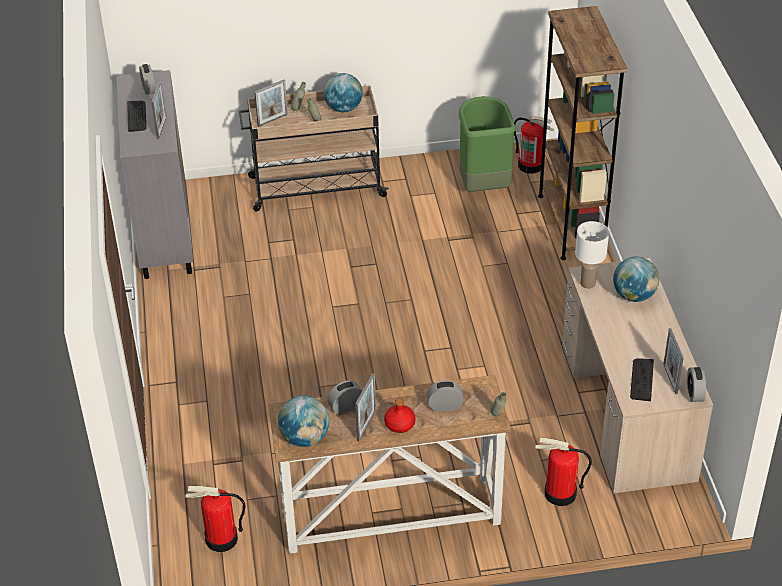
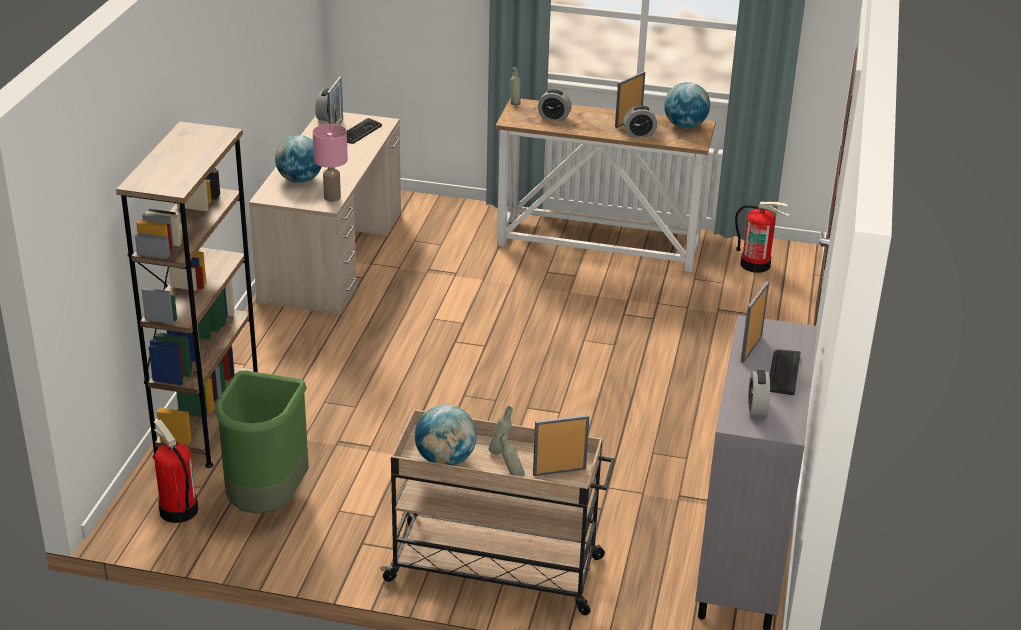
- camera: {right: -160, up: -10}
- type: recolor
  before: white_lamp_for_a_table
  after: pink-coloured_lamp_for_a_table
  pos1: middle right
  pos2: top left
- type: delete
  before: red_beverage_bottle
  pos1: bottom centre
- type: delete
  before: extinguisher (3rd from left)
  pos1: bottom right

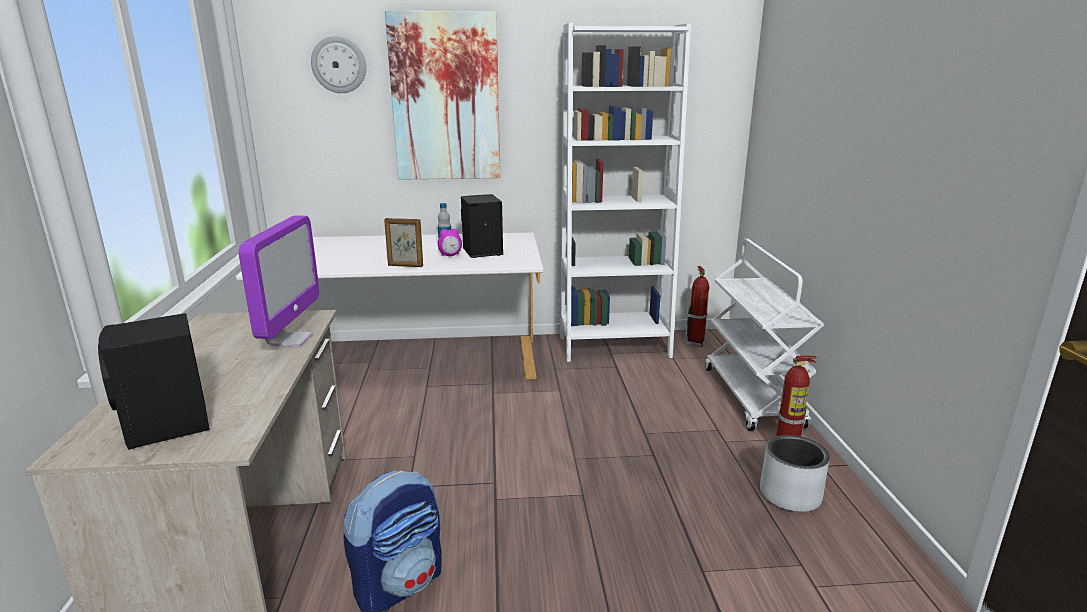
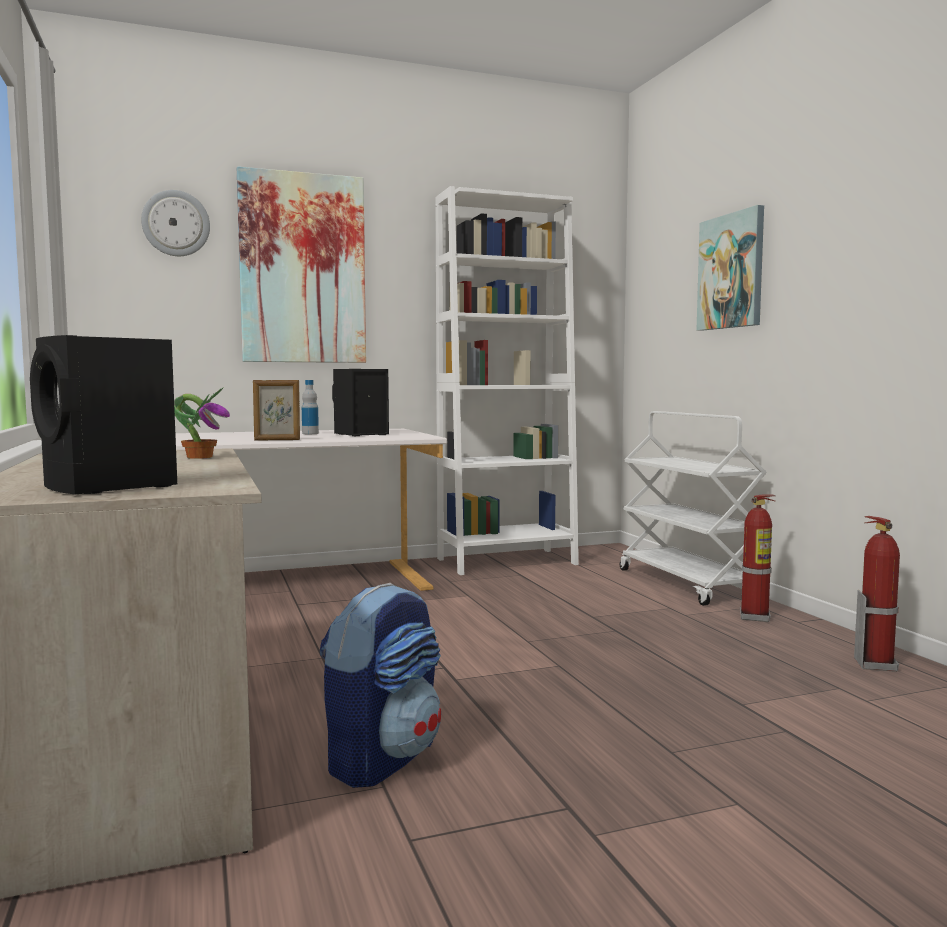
- camera: {right: -15, up: -15}
- type: replace
  before: computer_display
  after: potted_plant
  pos1: middle left
  pos2: middle left
- type: insert
  after: picture (2nd from left)
  pos2: top right
- type: move
  before: extinguisher (1st from left in the first image)
  after: extinguisher (2nd from left)
  pos1: centre
  pos2: middle right
- type: delete
  before: bedside_clock
  pos1: centre
- type: delete
  before: gray_flower_pot
  pos1: bottom right

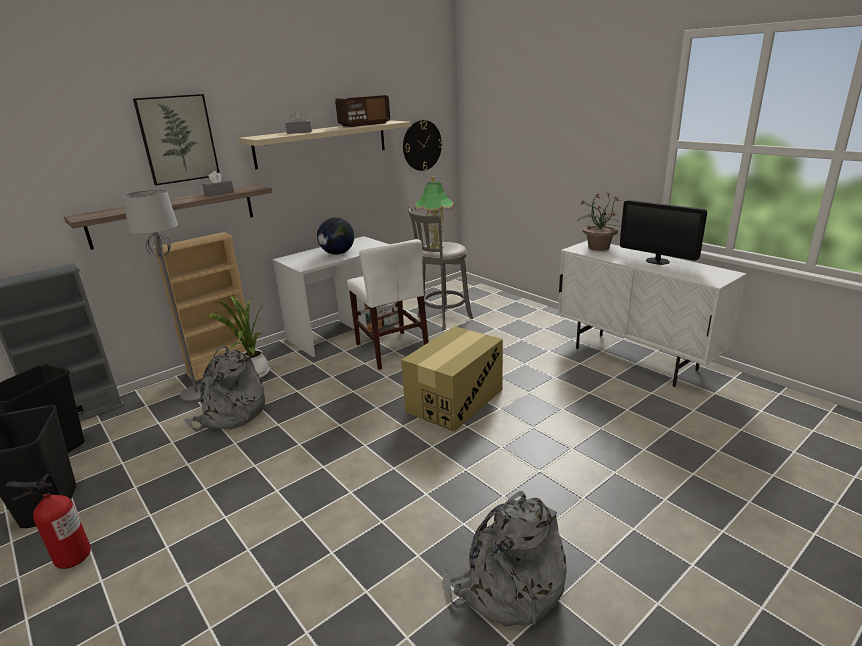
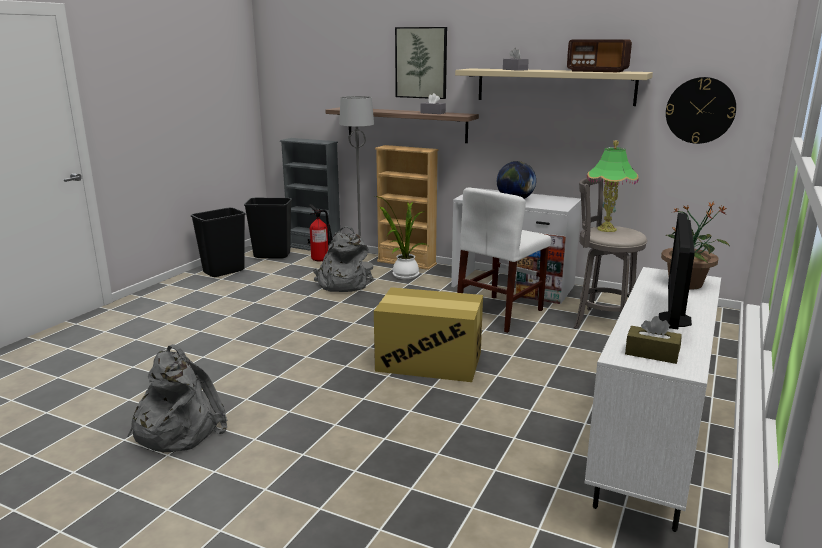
- camera: {right: 65, up: -5}
- type: move
  before: extinguisher
  pos1: bottom left
  pos2: centre
- type: insert
  after: brown-coloured_tissue_box
  pos2: middle right

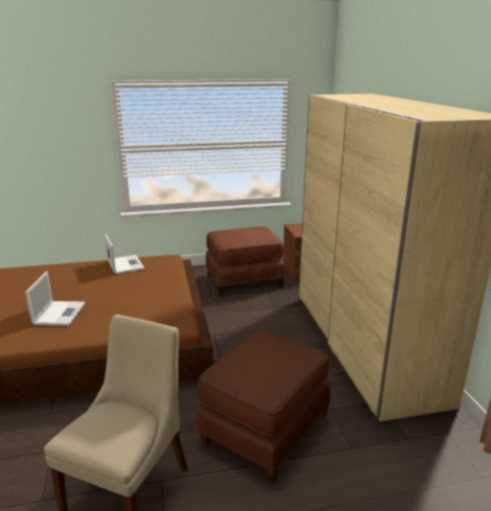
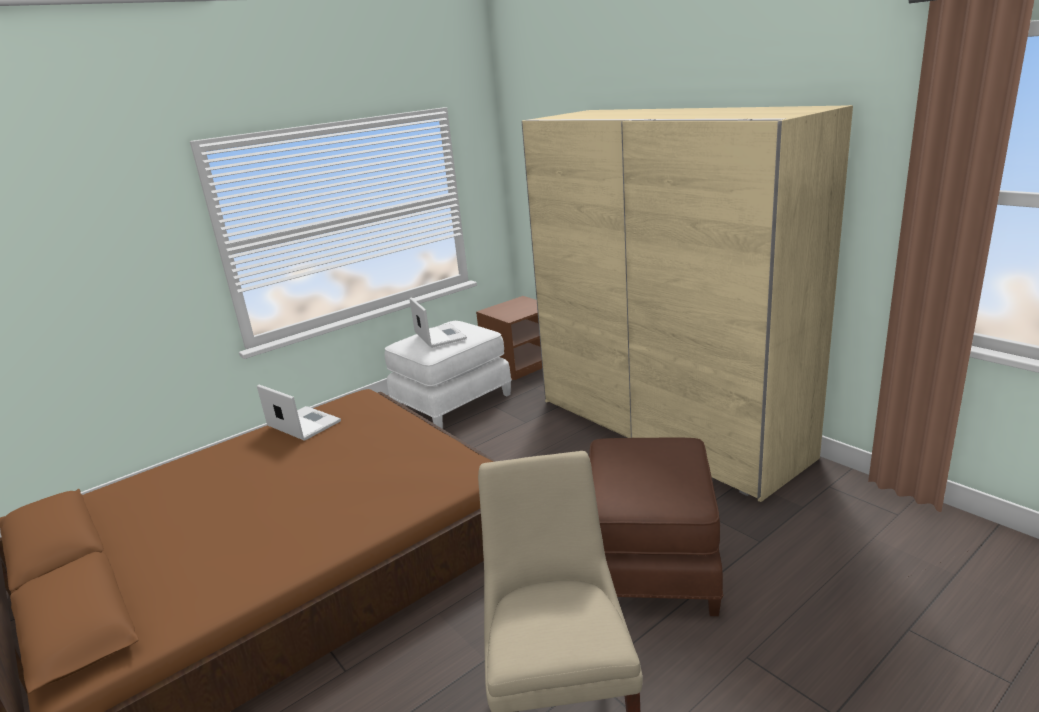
- camera: {right: -25, up: 0}
- type: recolor
  before: brown-coloured_pouffe (1st from left)
  after: white_pouffe
  pos1: centre
  pos2: centre
- type: move
  before: notebook_computer (1st from left in the first image)
  after: notebook_computer (2nd from left)
  pos1: middle left
  pos2: centre

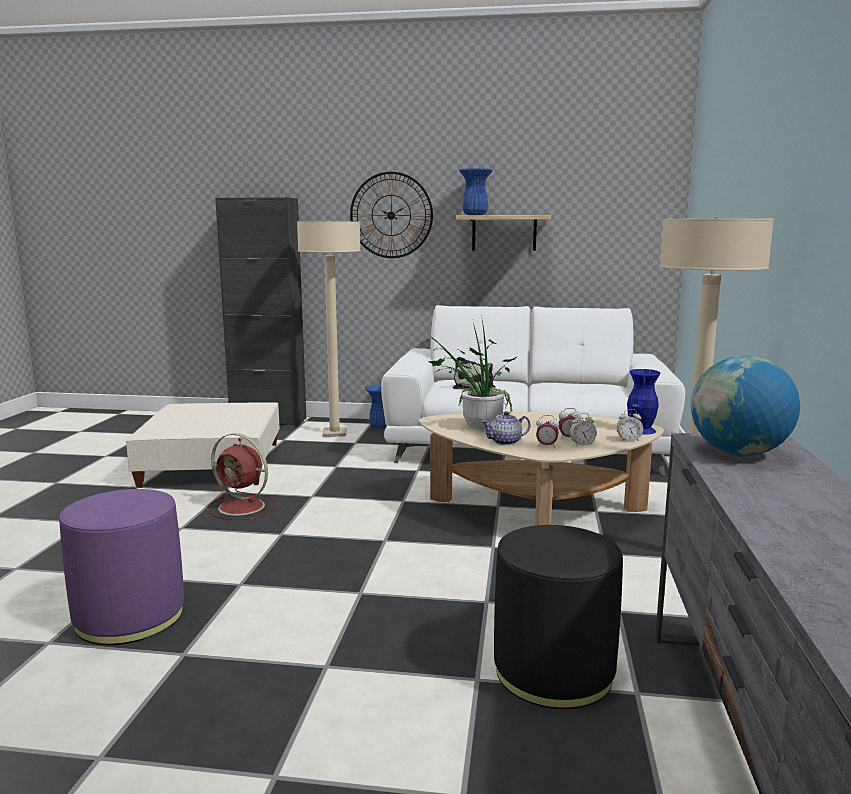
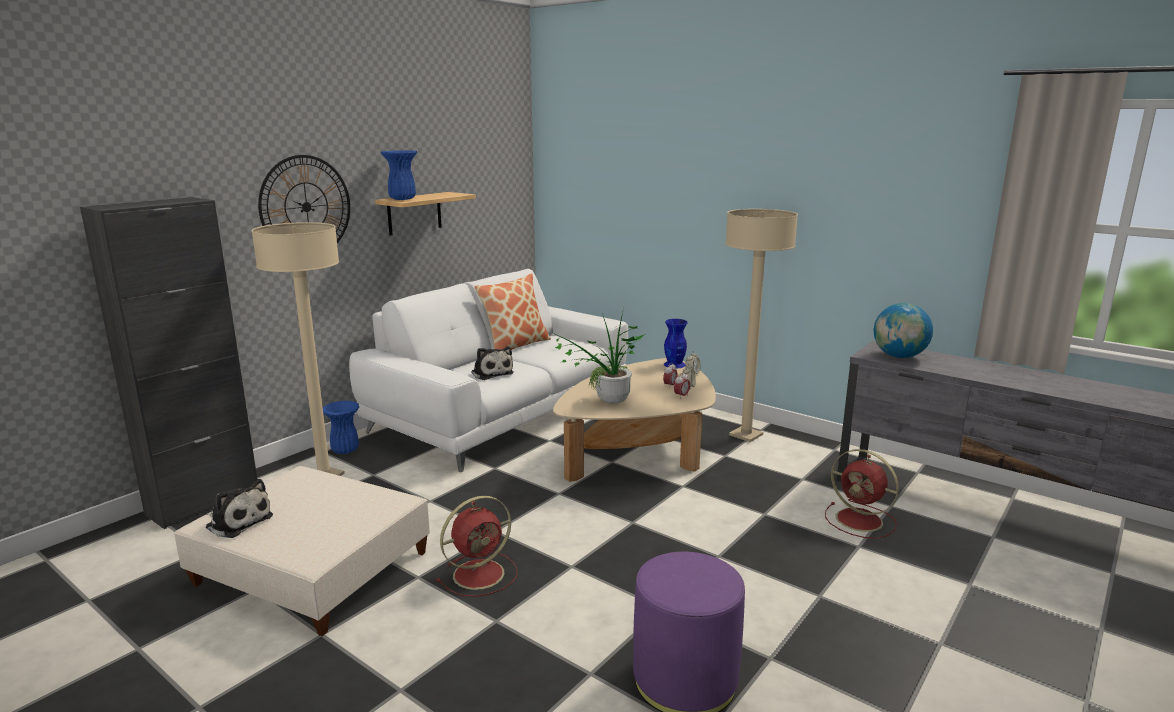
- camera: {right: -60, up: 5}
- type: insert
  after: cuddly_toy (1st from left)
  pos2: bottom left
- type: insert
  after: throw_pillow
  pos2: centre
- type: replace
  before: black-coloured_pouffe
  after: red_fan (2nd from left)
  pos1: bottom centre
  pos2: bottom right
- type: delete
  before: teapot
  pos1: centre

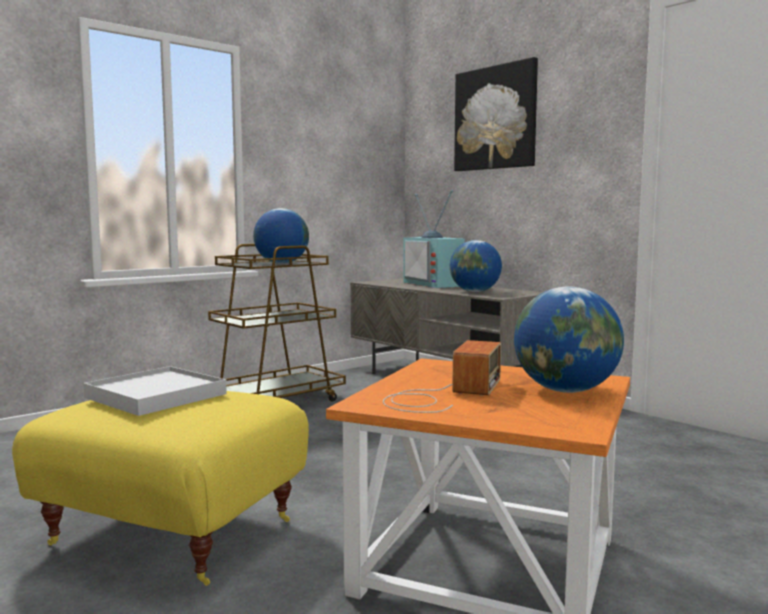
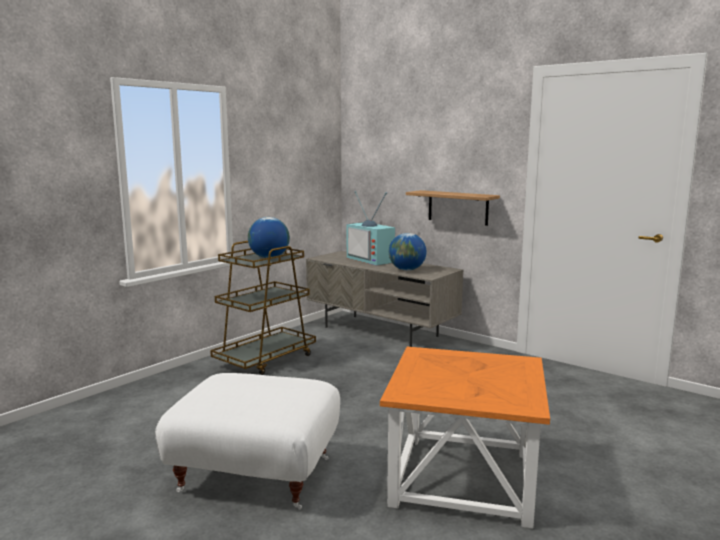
- camera: {right: -10, up: 5}
- type: recolor
  before: yellowish_pouffe
  after: white_pouffe
  pos1: bottom left
  pos2: bottom centre
- type: insert
  after: shelf
  pos2: centre
- type: delete
  before: white_carrying_tray
  pos1: middle left
- type: delete
  before: radio_set
  pos1: centre
- type: delete
  before: picture
  pos1: top centre
- type: delete
  before: desk_globe (3rd from left)
  pos1: middle right

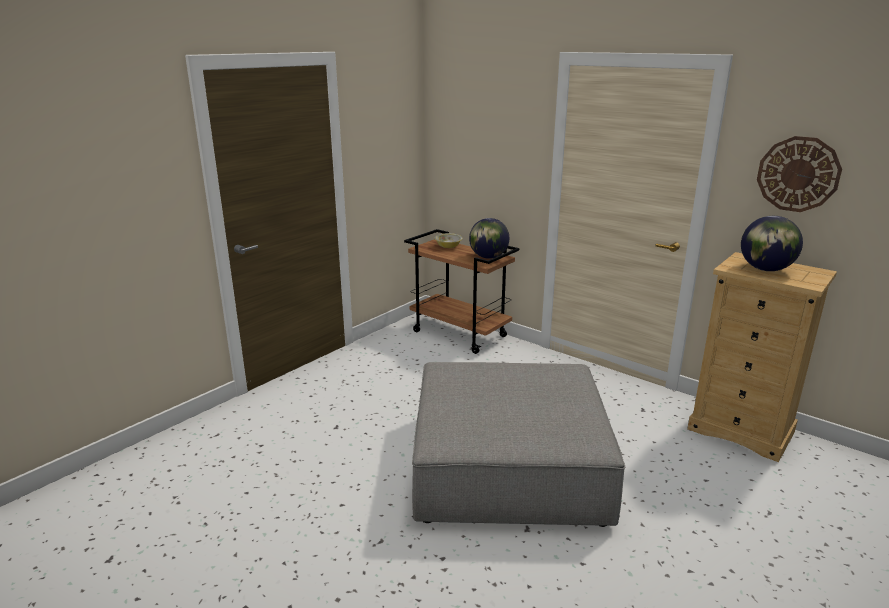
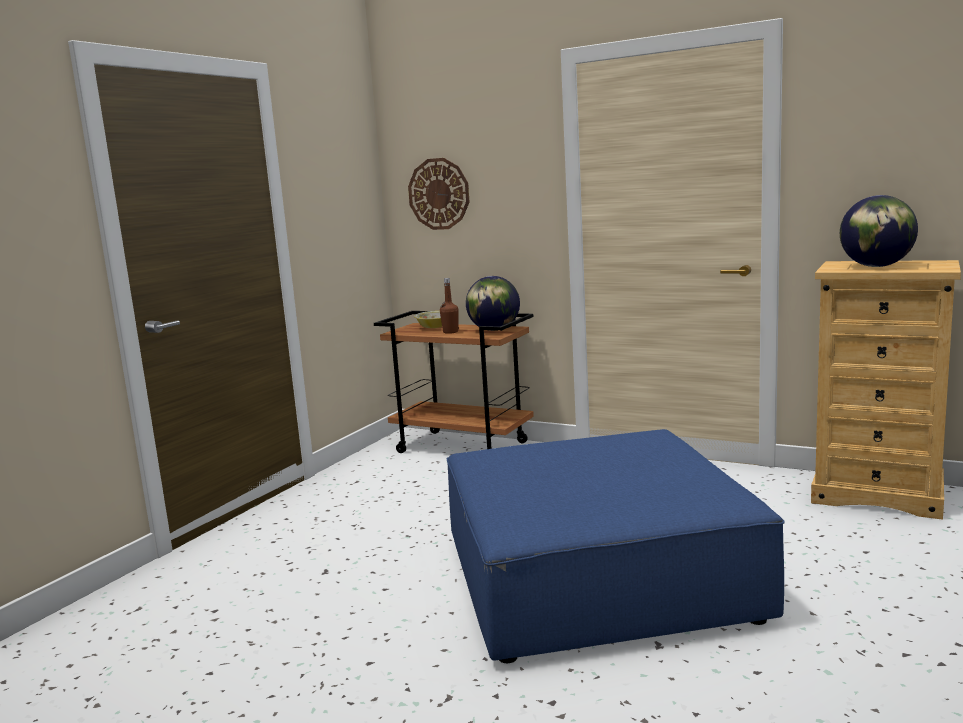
- camera: {right: -10, up: -10}
- type: move
  before: wall_clock
  pos1: top right
  pos2: top centre
- type: insert
  after: brown-coloured_beverage_bottle
  pos2: centre
- type: recolor
  before: gray_pouffe
  after: blue_pouffe
  pos1: bottom centre
  pos2: bottom centre

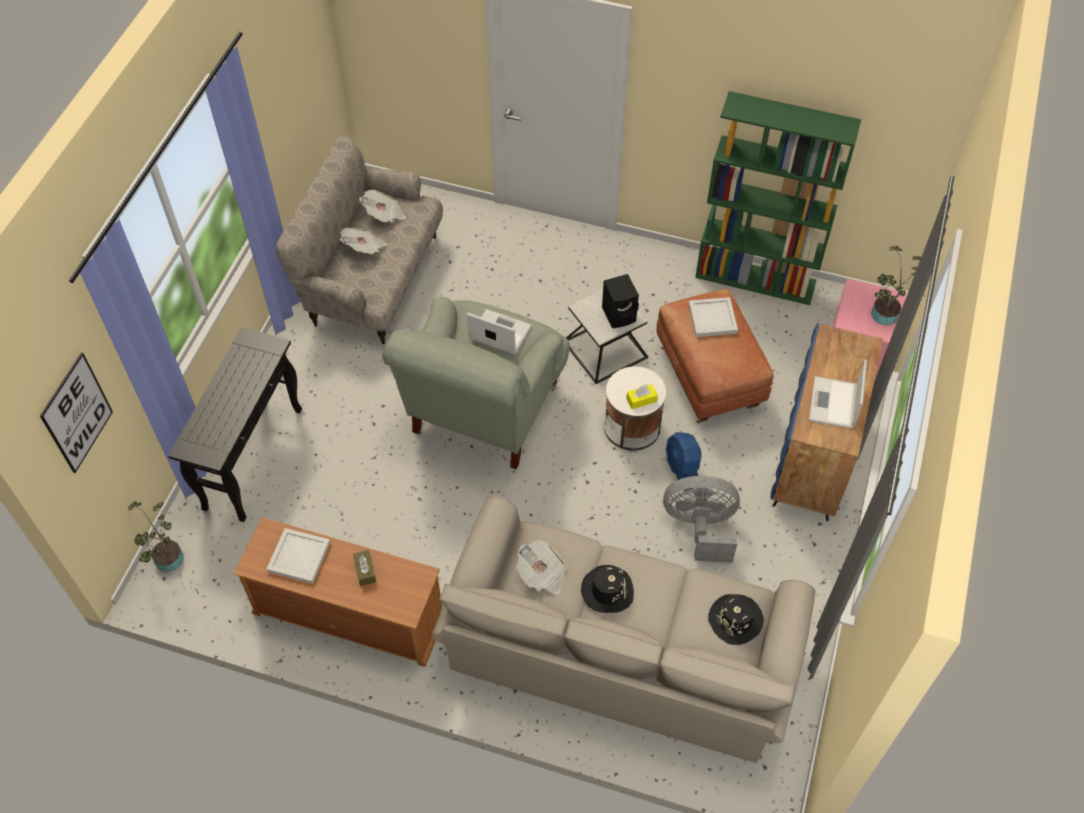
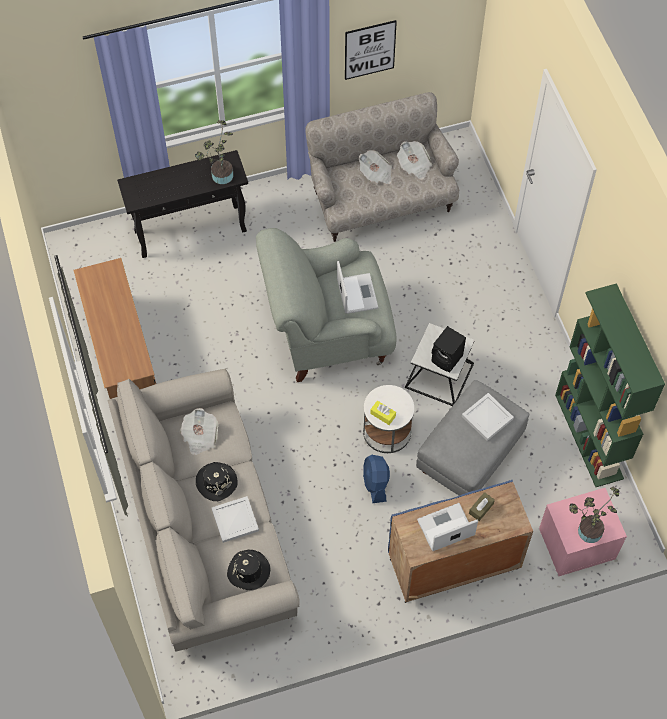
- camera: {right: 55, up: 5}
- type: move
  before: potted_plant (1st from left)
  pos1: middle left
  pos2: top left
- type: move
  before: white_carrying_tray (1st from left)
  pos1: bottom left
  pos2: bottom centre
- type: move
  before: picture
  pos1: middle left
  pos2: top centre
- type: rotate
  before: blue_fan
  pos1: centre
  pos2: centre
  turn: -45
- type: recolor
  before: brown-coloured_pouffe
  after: gray_pouffe
  pos1: centre
  pos2: middle right
- type: move
  before: brown-coloured_tissue_box
  pos1: bottom centre
  pos2: bottom right
- type: delete
  before: gray_fan
  pos1: centre

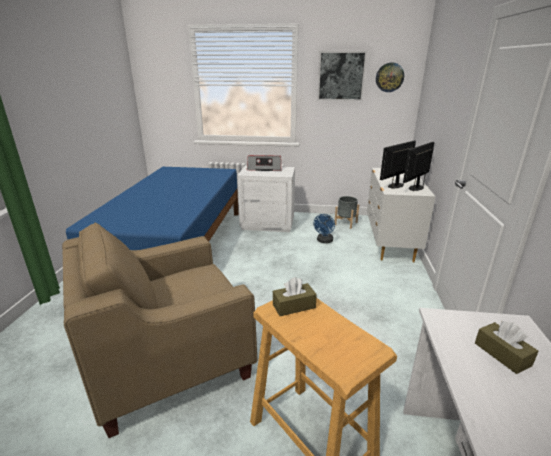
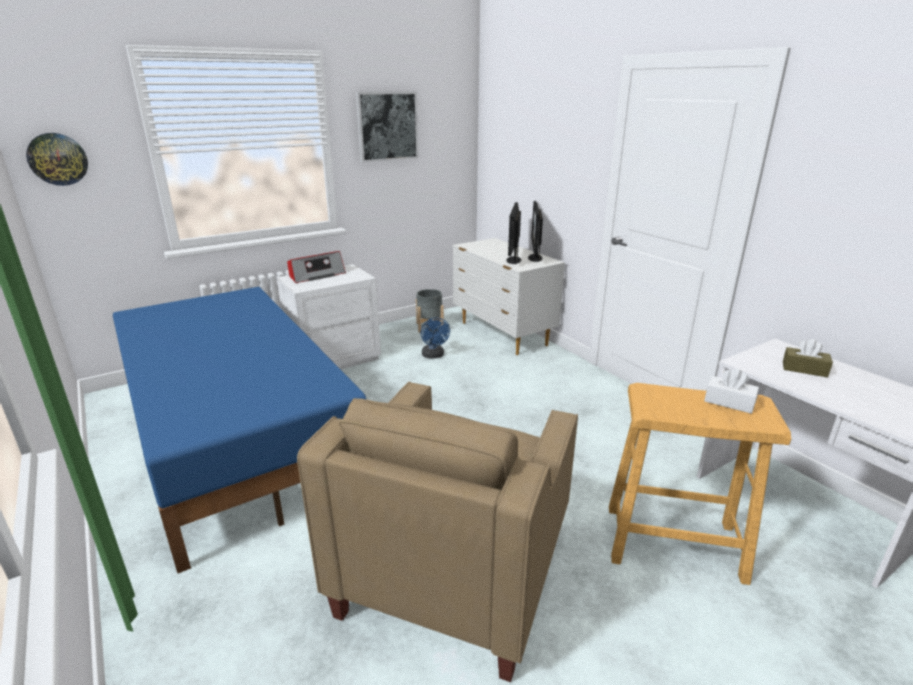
- camera: {right: -40, up: 0}
- type: move
  before: wall_clock
  pos1: top right
  pos2: top left
- type: insert
  after: white_tissue_box
  pos2: middle right
- type: delete
  before: brown-coloured_tissue_box (1st from left)
  pos1: centre

